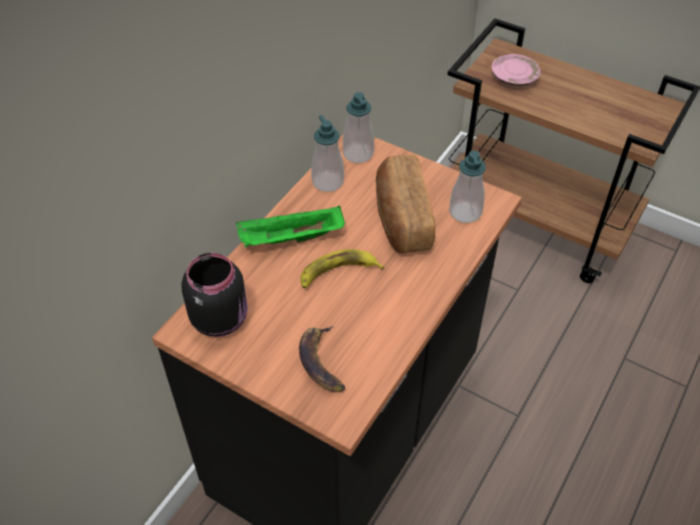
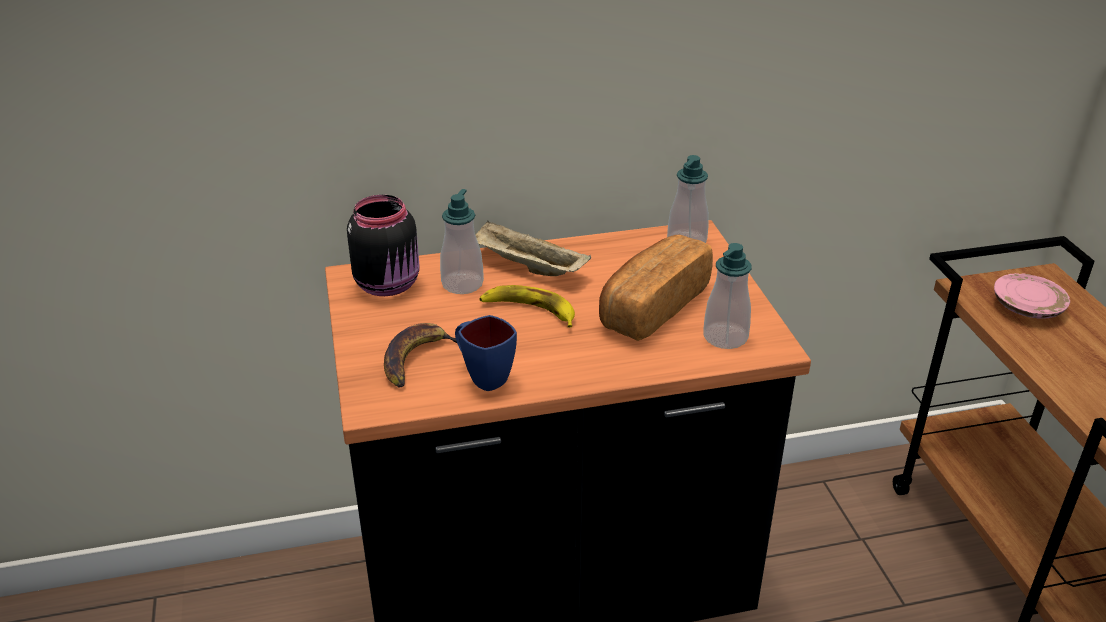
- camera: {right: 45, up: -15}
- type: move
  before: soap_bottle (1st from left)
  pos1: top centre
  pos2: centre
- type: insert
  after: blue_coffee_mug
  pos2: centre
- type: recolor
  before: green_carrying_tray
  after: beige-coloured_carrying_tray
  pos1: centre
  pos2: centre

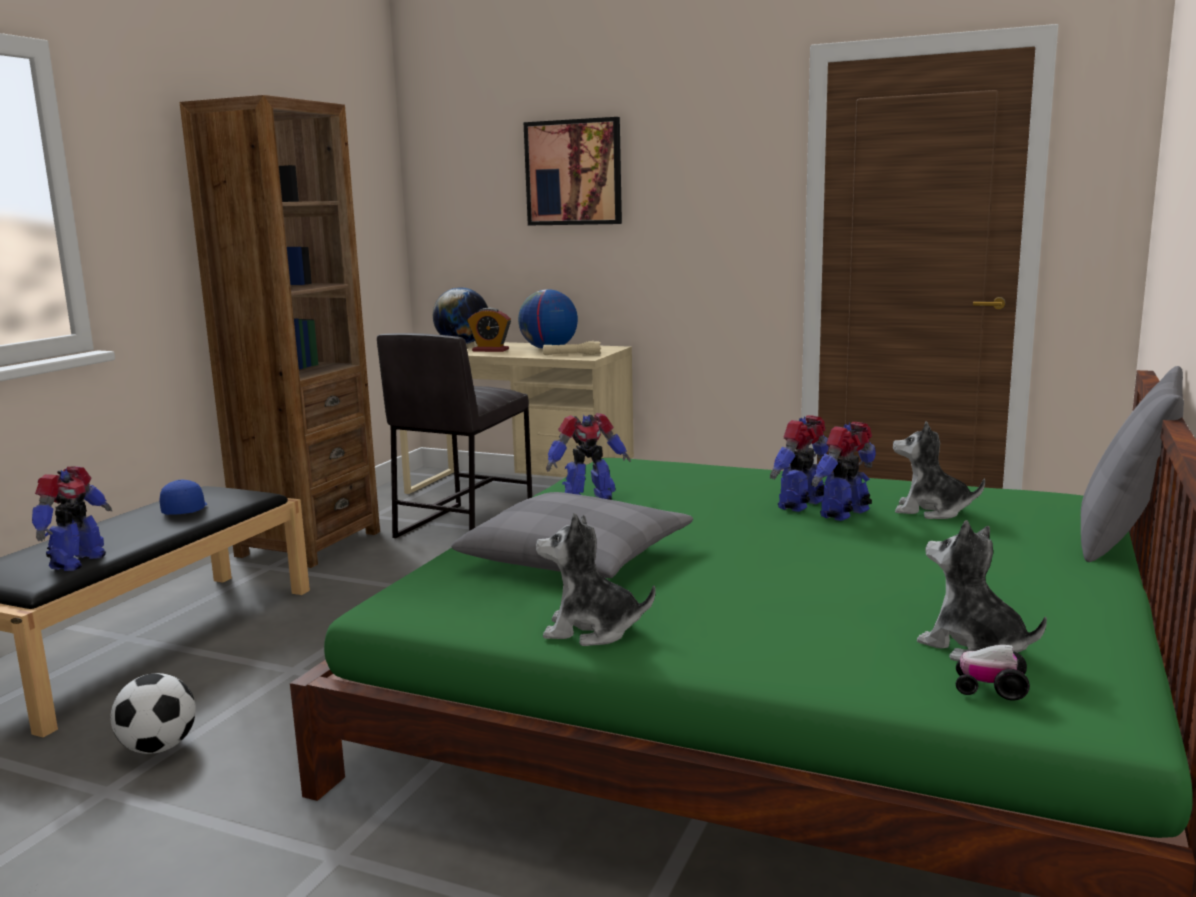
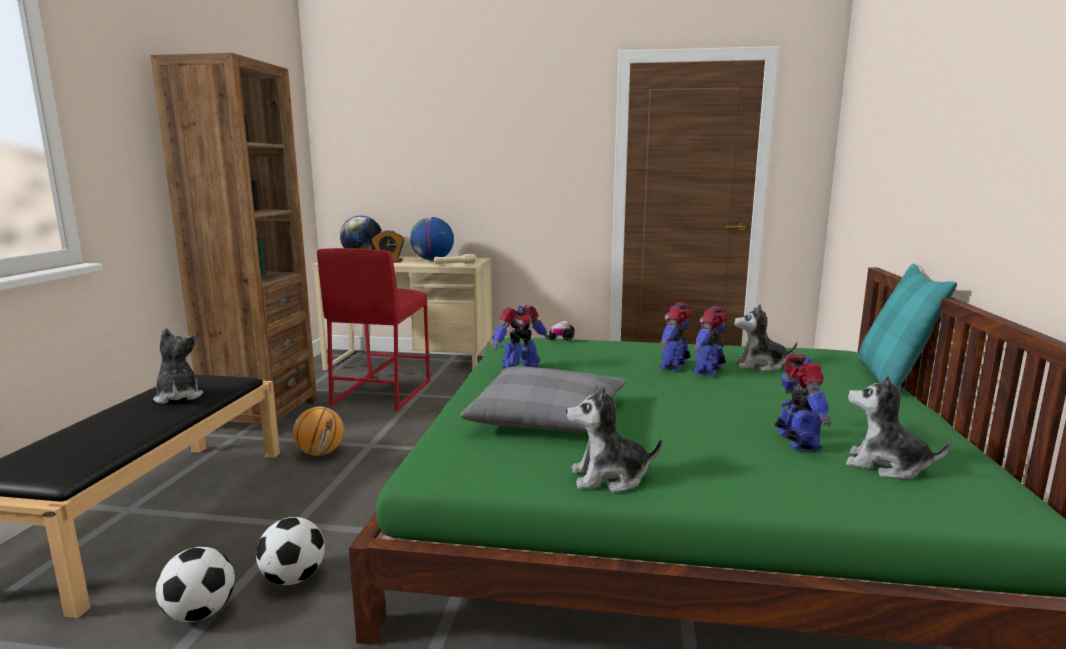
- camera: {right: -15, up: 0}
- type: replace
  before: blue_peaked_cap
  after: cuddly_toy (1st from left)
  pos1: middle left
  pos2: middle left
- type: insert
  after: football (2nd from left)
  pos2: bottom left
- type: insert
  after: basketball_ball
  pos2: middle left
- type: recolor
  before: gray_sitting_stool
  after: red_sitting_stool
  pos1: centre
  pos2: centre
- type: move
  before: miniature_car
  pos1: bottom right
  pos2: centre
- type: move
  before: robot_figure (1st from left in the first image)
  after: robot_figure (4th from left)
  pos1: middle left
  pos2: middle right
- type: recolor
  before: gray_throw_pillow (2nd from left)
  after: turquoise-coloured_throw_pillow
  pos1: middle right
  pos2: middle right
- type: delete
  before: picture
  pos1: top centre

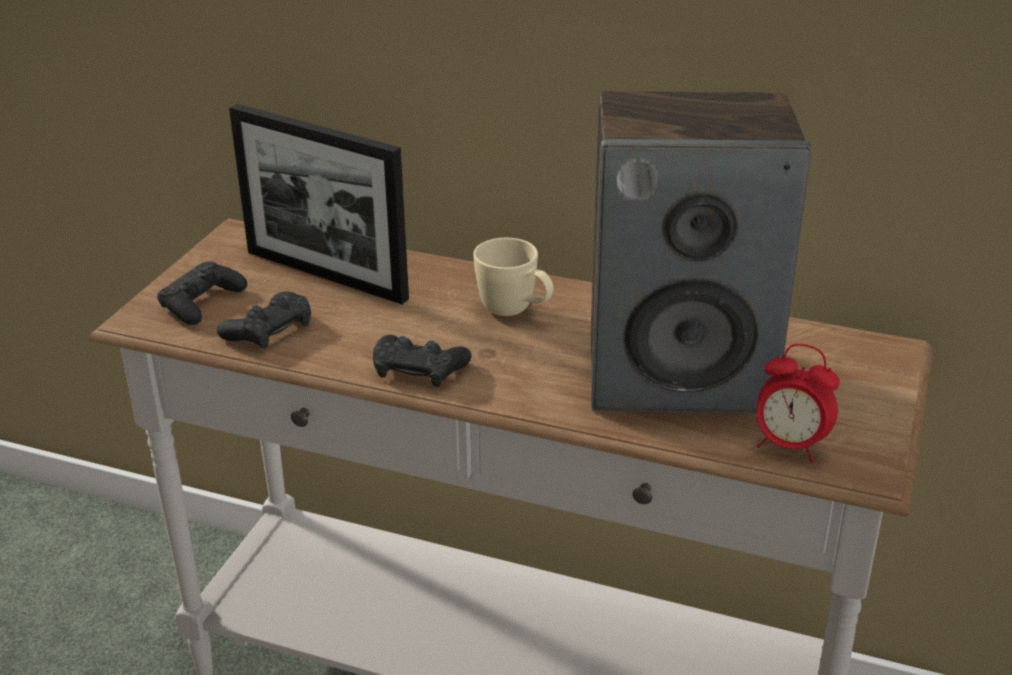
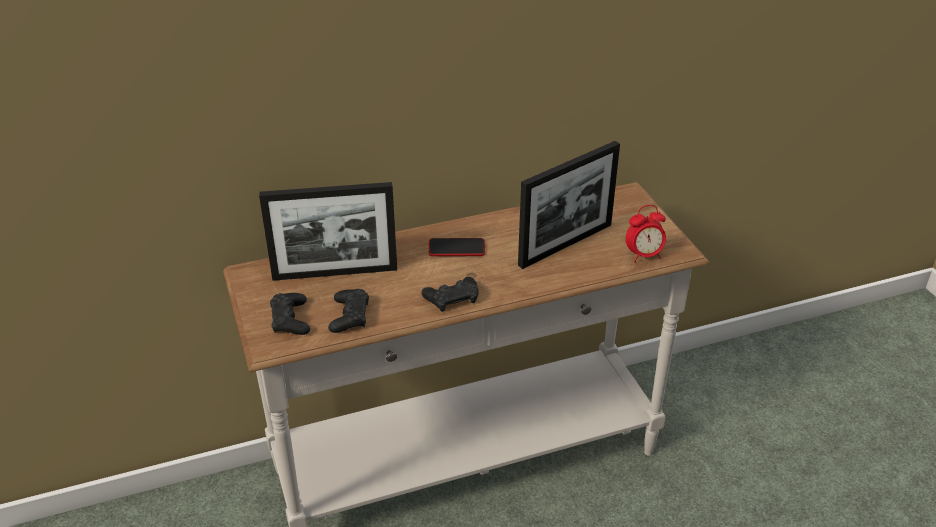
- camera: {right: -40, up: 5}
- type: replace
  before: beige-coloured_coffee_mug
  after: phone
  pos1: centre
  pos2: centre
- type: replace
  before: audio_speaker
  after: picture_frame (2nd from left)
  pos1: middle right
  pos2: centre

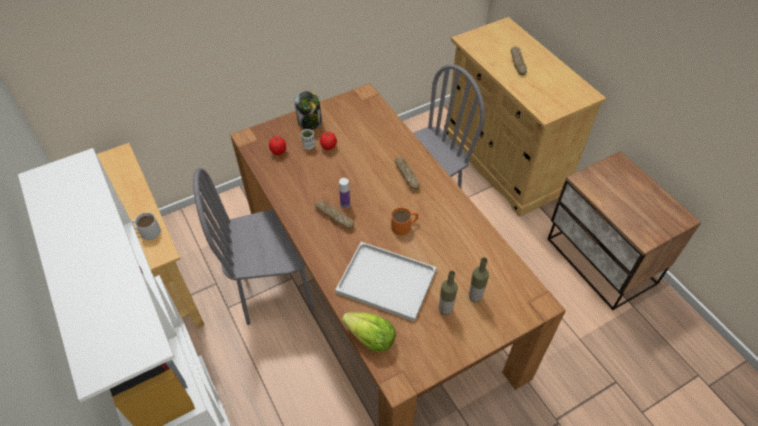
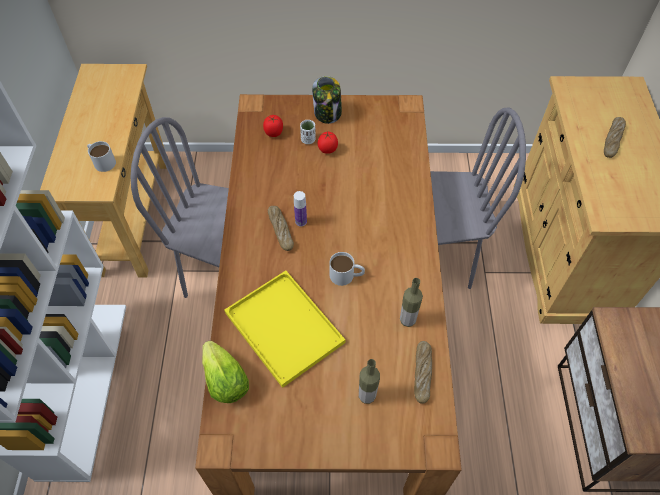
- camera: {right: 30, up: 5}
- type: recolor
  before: white_carrying_tray
  after: yellowish_carrying_tray
  pos1: centre
  pos2: centre
- type: recolor
  before: orange-coloured_coffee_mug
  after: white_coffee_mug (2nd from left)
  pos1: centre
  pos2: centre
- type: move
  before: beverage_bottle (2nd from left in the first image)
  after: beverage_bottle (3rd from left)
  pos1: bottom centre
  pos2: centre
- type: move
  before: bakery_bread (2nd from left)
  pos1: centre
  pos2: bottom centre

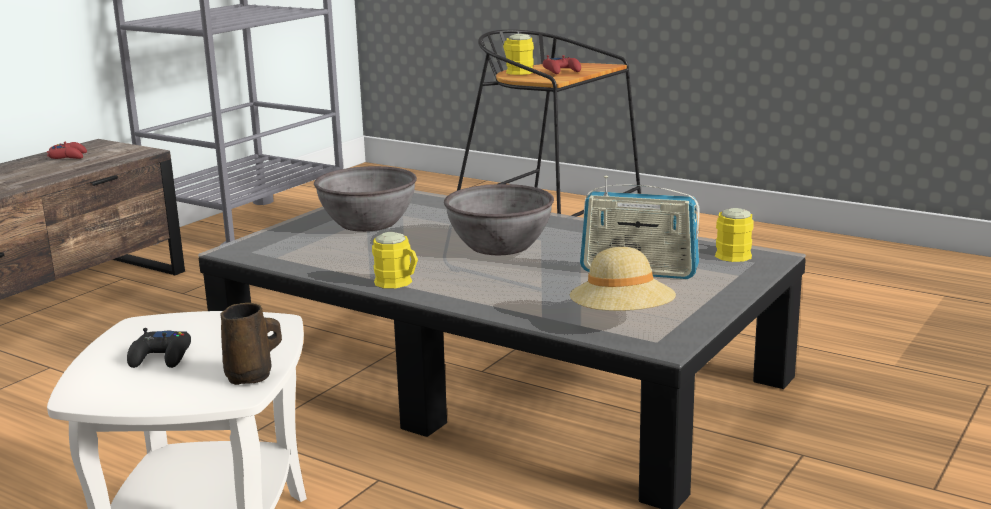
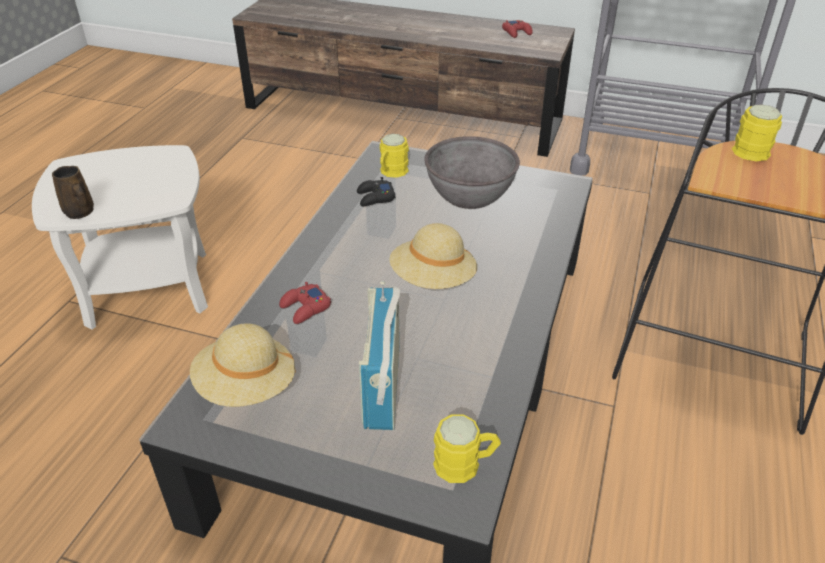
- camera: {right: 75, up: 20}
- type: move
  before: red_gamepad (2nd from left in the first image)
  after: red_gamepad (1st from left)
  pos1: top centre
  pos2: centre
- type: move
  before: black-coloured_gamepad
  pos1: bottom left
  pos2: centre
- type: move
  before: yellowish_coffee_mug (1st from left)
  pos1: centre
  pos2: top centre
- type: replace
  before: gray_serving_bowl (2nd from left)
  after: beige-coloured_wearable_hat (2nd from left)
  pos1: centre
  pos2: centre

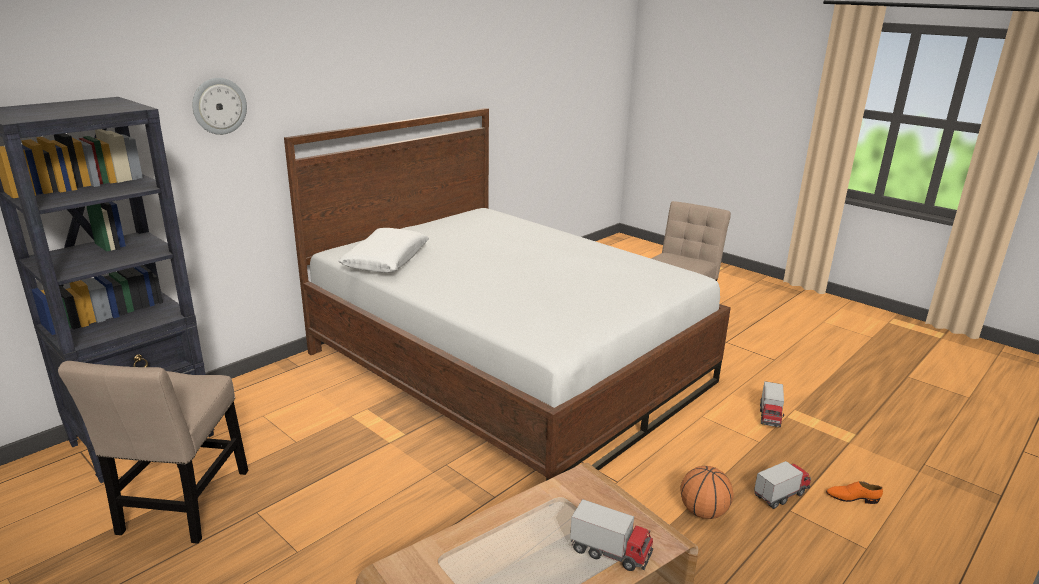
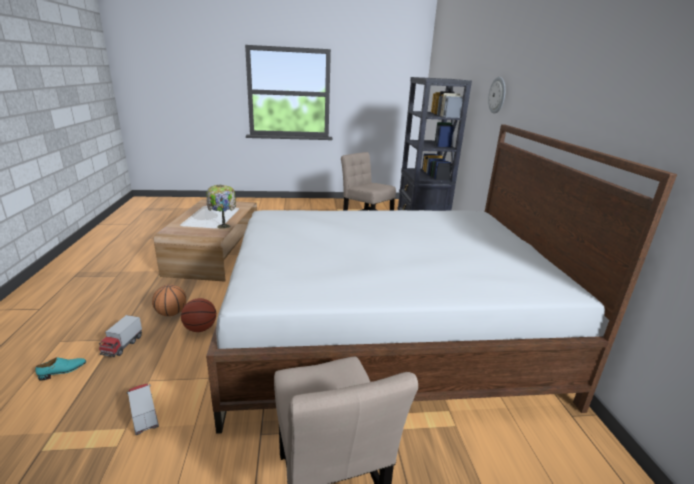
- camera: {right: 130, up: 0}
- type: recolor
  before: orange-coloured_item_of_footwear
  after: turquoise-coloured_item_of_footwear
  pos1: bottom right
  pos2: bottom left
- type: insert
  after: basketball_ball (2nd from left)
  pos2: middle left
- type: insert
  after: lamp_for_a_table
  pos2: middle left
- type: delete
  before: white_throw_pillow
  pos1: centre
- type: delete
  before: toy_lorry (1st from left)
  pos1: bottom centre

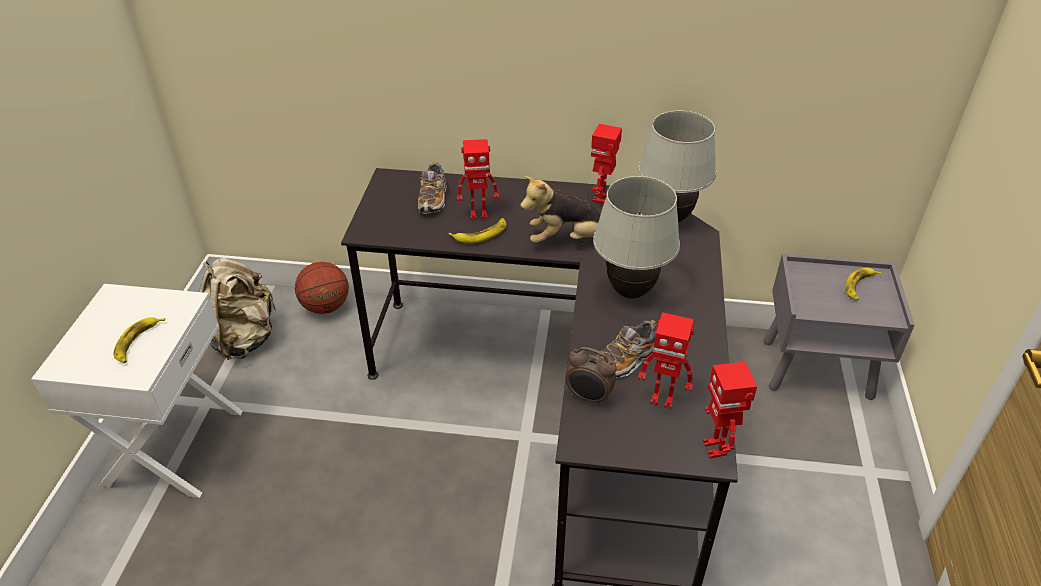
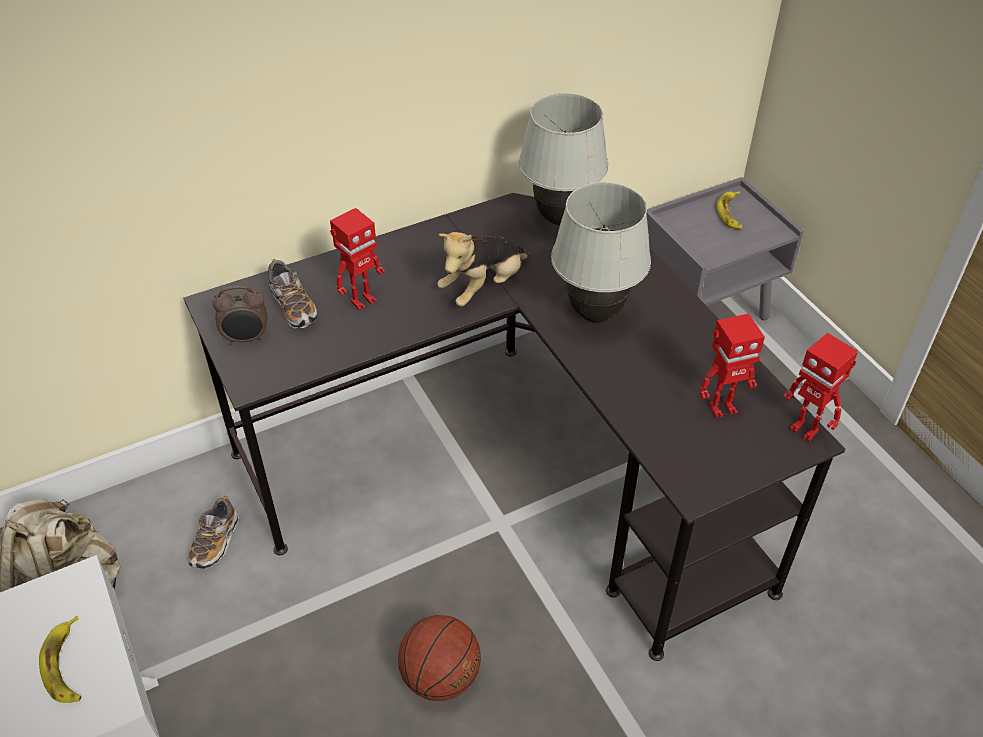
- camera: {right: -35, up: 5}
- type: move
  before: item_of_footwear (2nd from left in the first image)
  after: item_of_footwear (1st from left)
  pos1: centre
  pos2: bottom left
- type: move
  before: bedside_clock
  pos1: centre
  pos2: middle left
- type: move
  before: basketball_ball
  pos1: middle left
  pos2: bottom centre
- type: delete
  before: banana_fruit (2nd from left)
  pos1: centre
- type: delete
  before: robot_figure (2nd from left)
  pos1: top centre

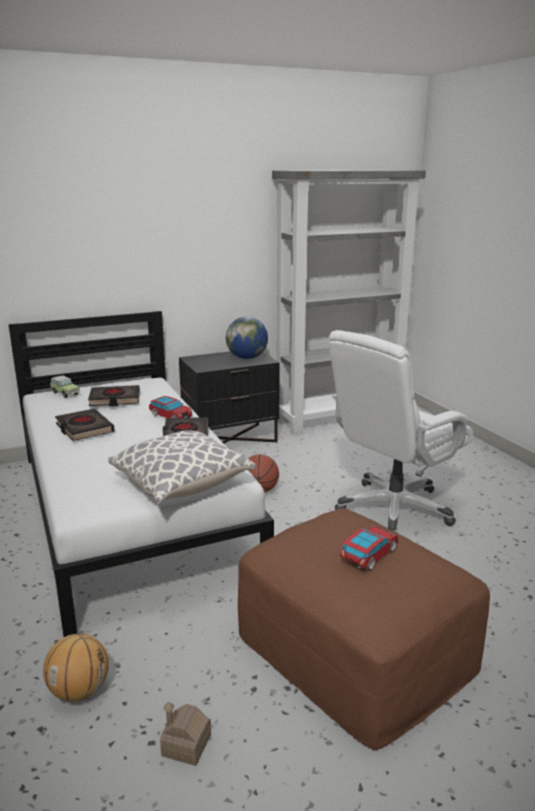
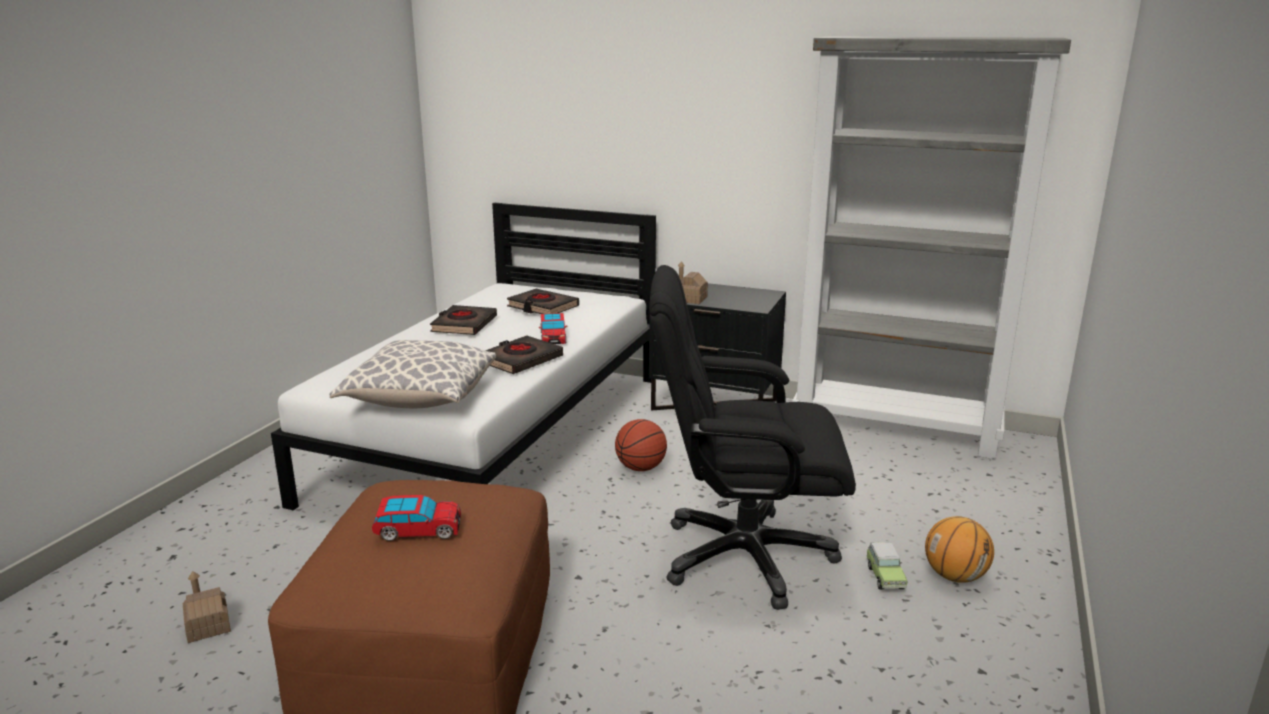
- camera: {right: 45, up: 0}
- type: recolor
  before: white_office_chair
  after: black-coloured_office_chair
  pos1: middle right
  pos2: centre
- type: insert
  after: model_house (2nd from left)
  pos2: centre
- type: move
  before: miniature_car (1st from left in the first image)
  after: miniature_car (3rd from left)
  pos1: middle left
  pos2: bottom right
- type: move
  before: basketball_ball (1st from left in the first image)
  after: basketball_ball (2nd from left)
  pos1: bottom left
  pos2: bottom right
- type: delete
  before: desk_globe
  pos1: centre

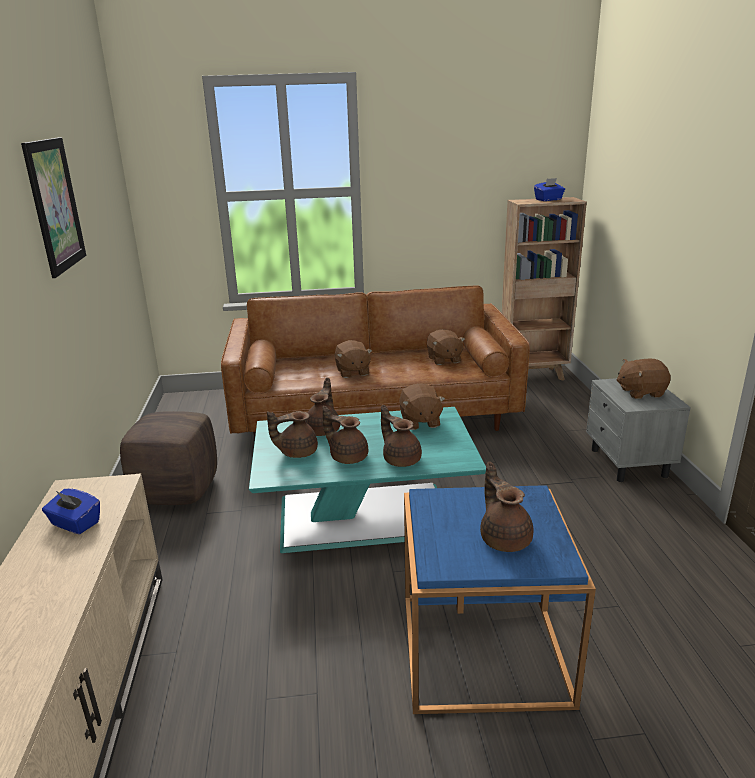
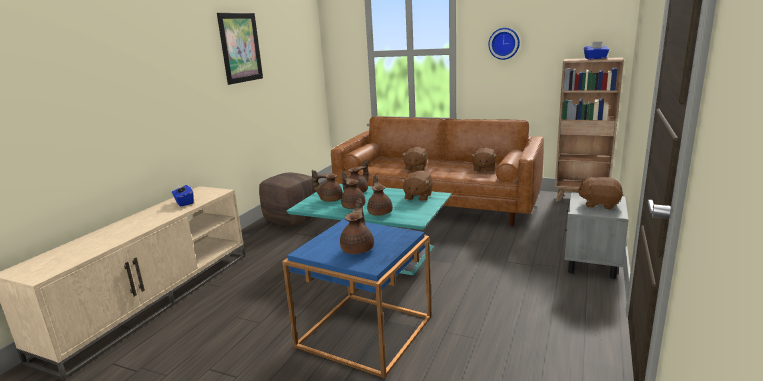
- camera: {right: 30, up: -5}
- type: insert
  after: wall_clock
  pos2: top centre

